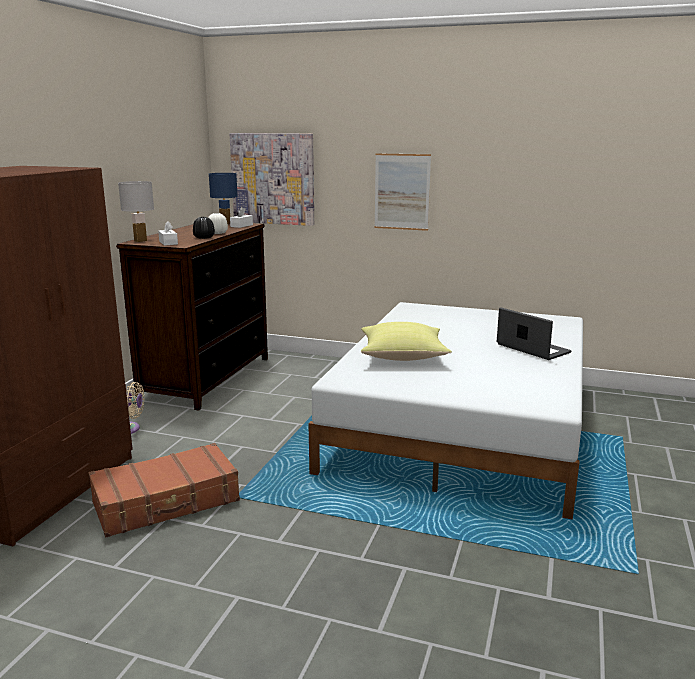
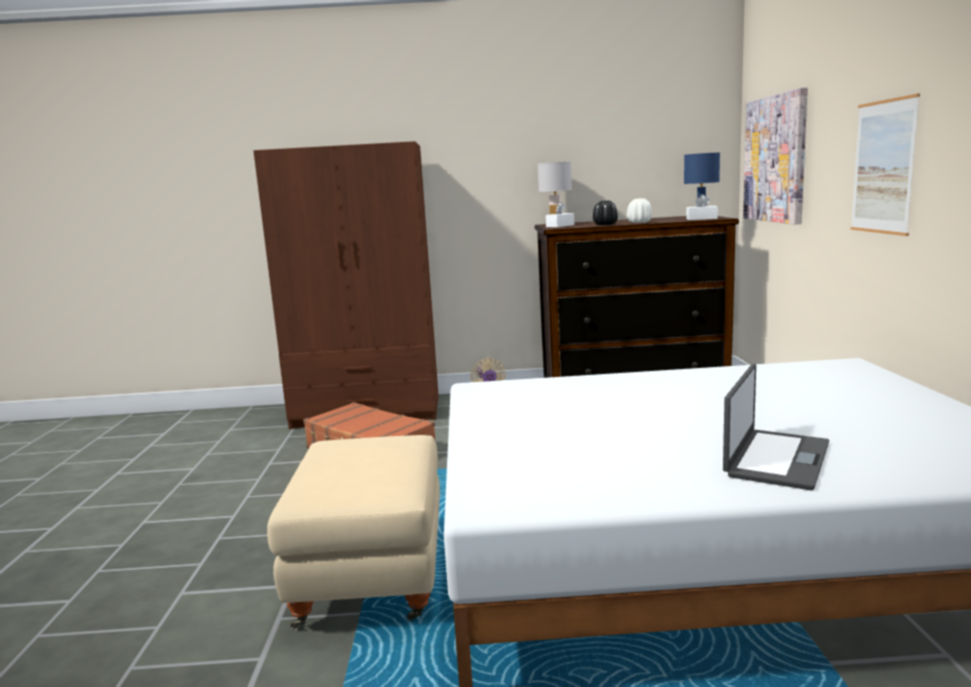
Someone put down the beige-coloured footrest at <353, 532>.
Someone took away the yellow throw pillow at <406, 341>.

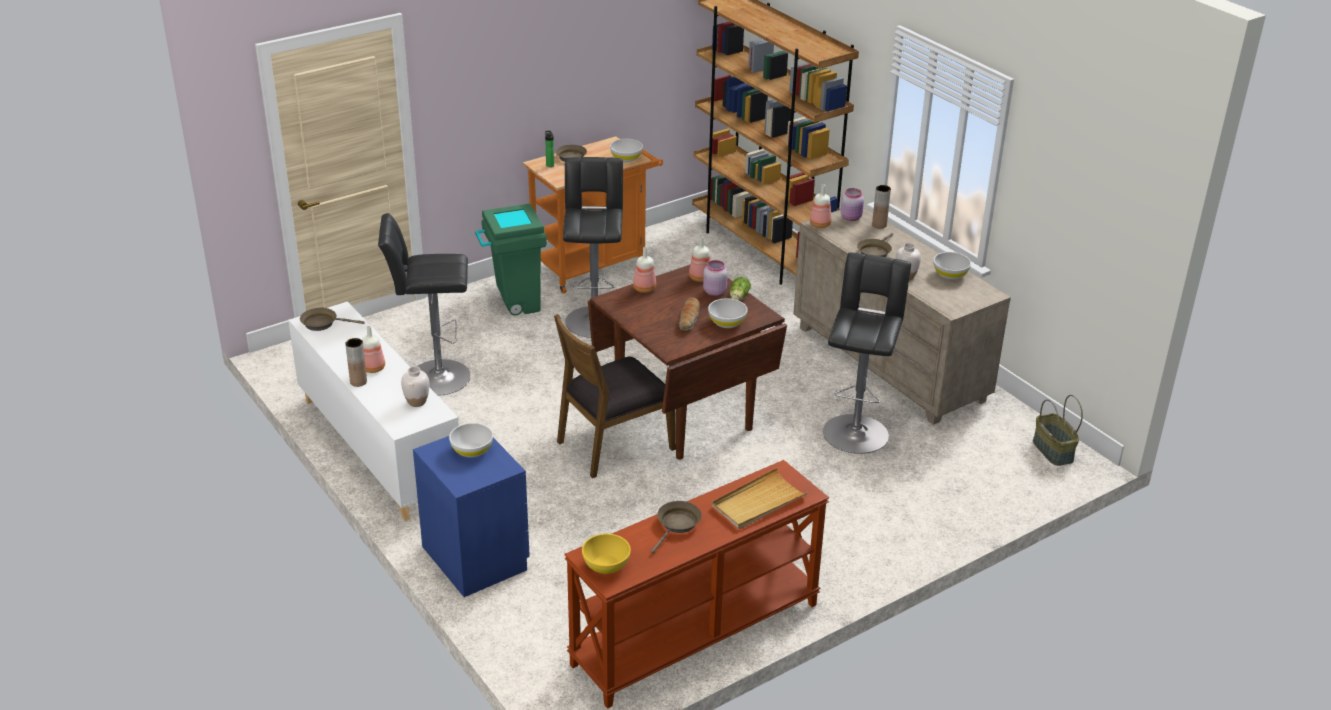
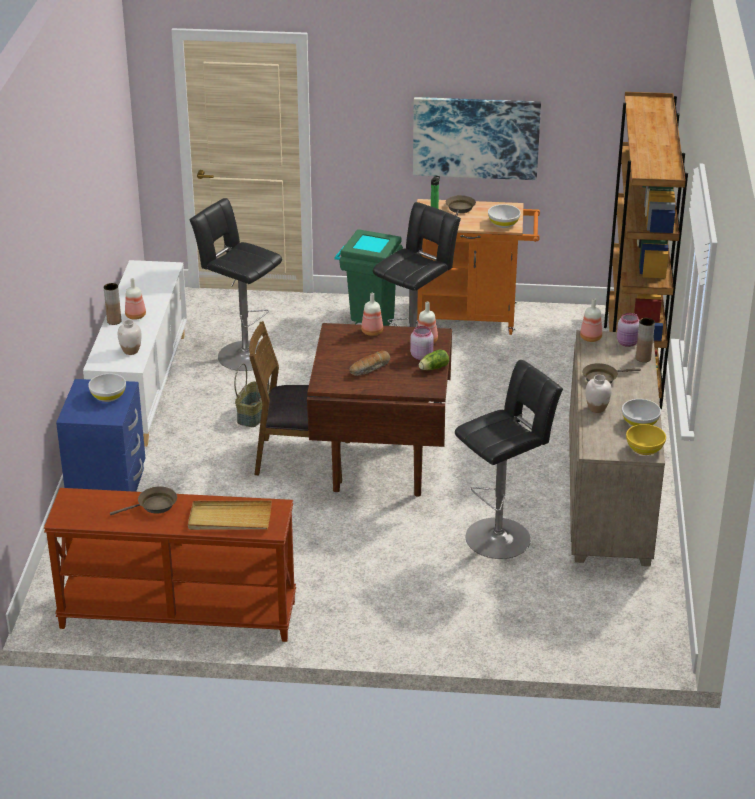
Someone carried the storage basket from <1058, 430> to <252, 395>.
Someone put up the wall picture at <477, 138>.
Someone carried the yellow bowl from <606, 554> to <646, 439>.
Someone took away the brownish pan at <332, 319>.
Someone took away the white-coloured bowl at <728, 313>.

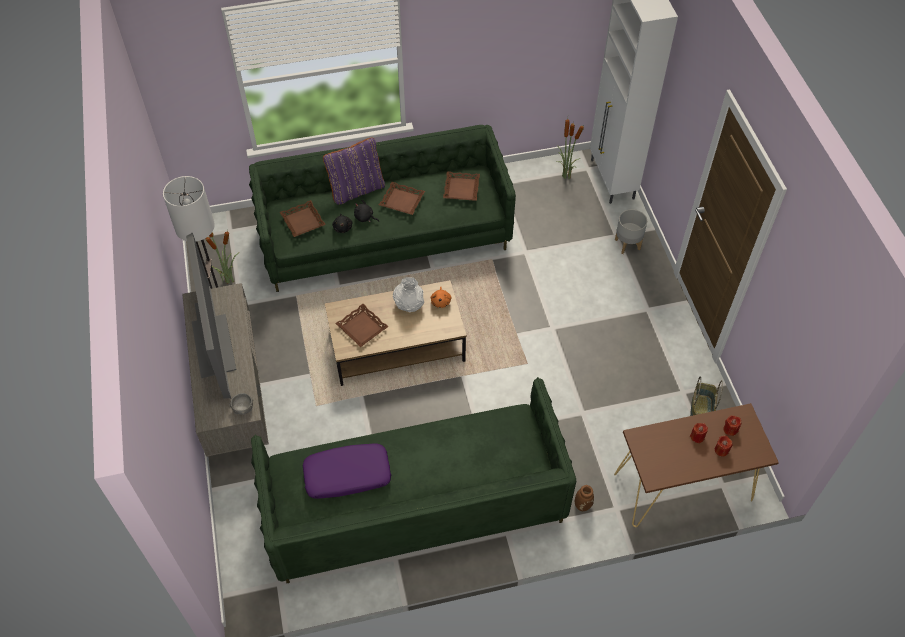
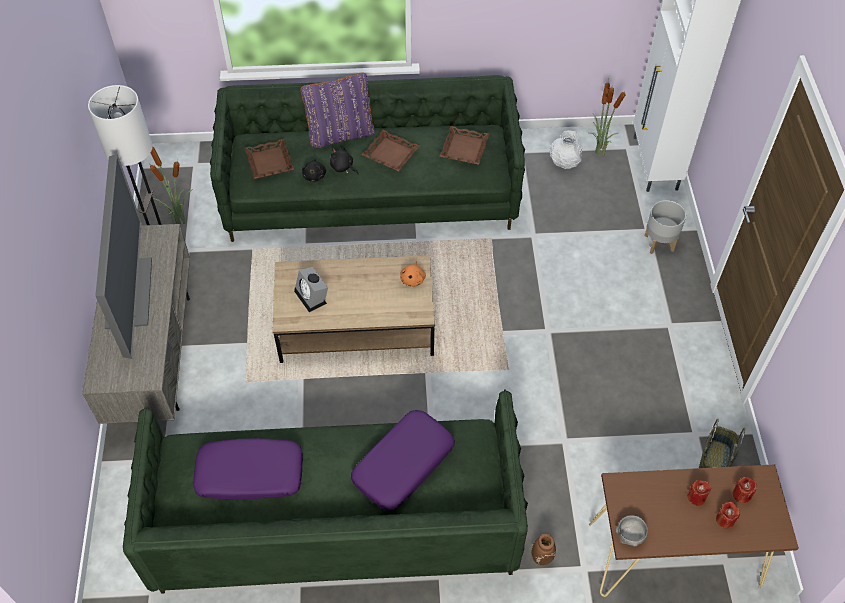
Someone swapped the brownish serving tray at <361, 325> for the alarm clock at <311, 289>.
Someone put down the purple-coloured throw pillow at <403, 460>.
Someone carried the white-coloured decorative vase from <408, 294> to <565, 149>.
Someone carried the grey bowl from <241, 404> to <631, 531>.

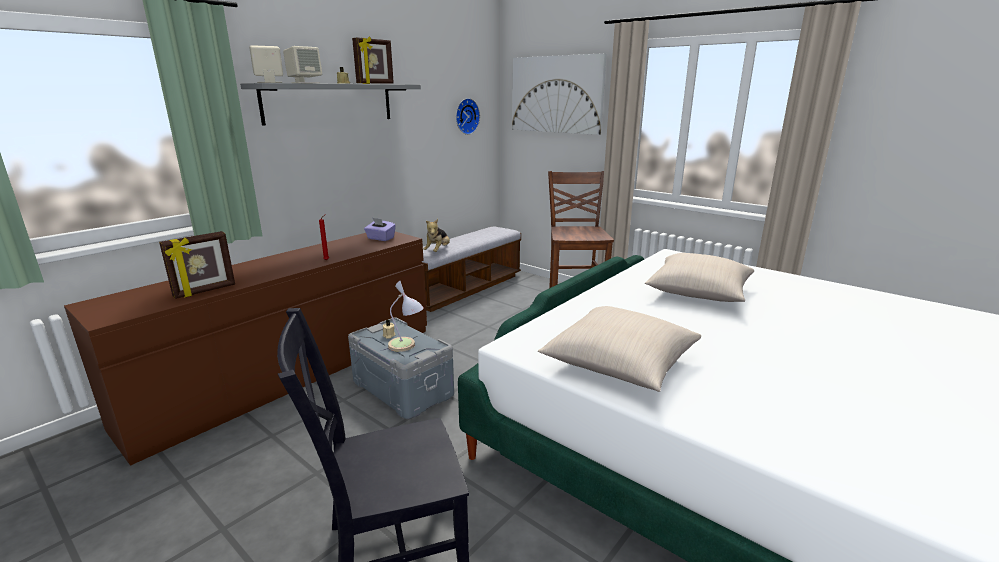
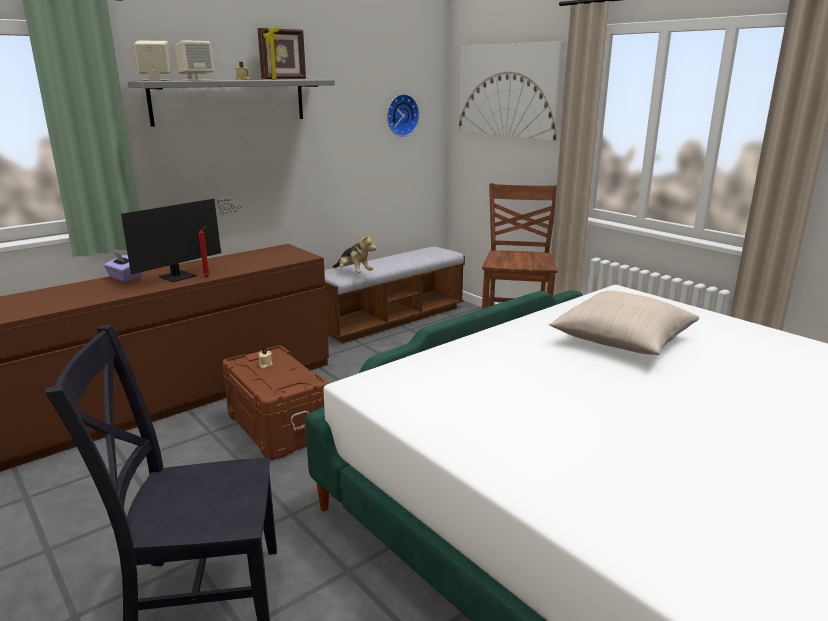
Someone carried the purple-coloured box of tissues from <380, 229> to <123, 267>.
Someone put down the computer display at <181, 240>.
Someone repainted the grey storage bin at <401, 368>, which became the brownish storage bin at <275, 402>.
Someone rotated the soft toy at <436, 235> by 75 degrees counterclockwise.
Someone took away the photo frame at <197, 265>.
Someone took away the tabletop lamp at <406, 316>.
Someone took away the beige-coloured throw pillow at <619, 349>.

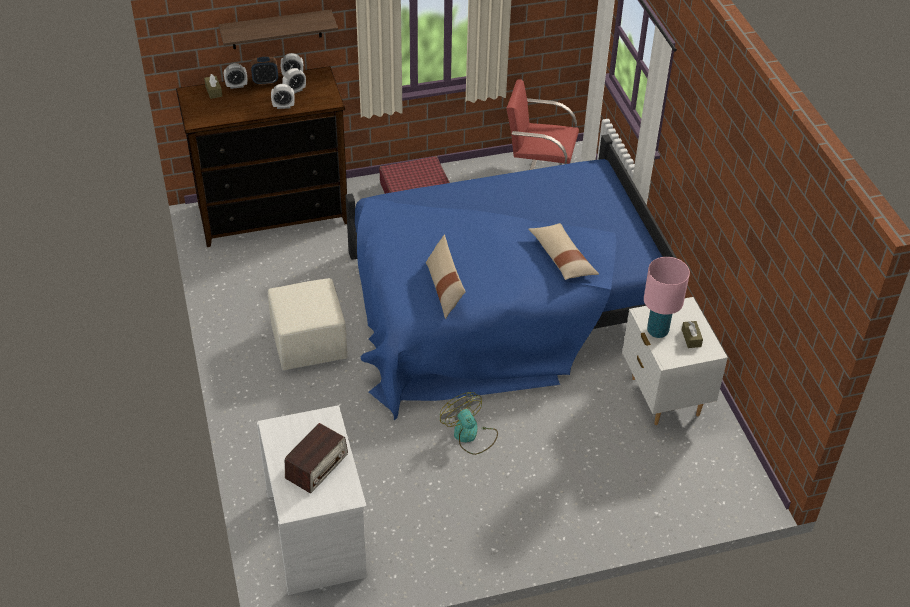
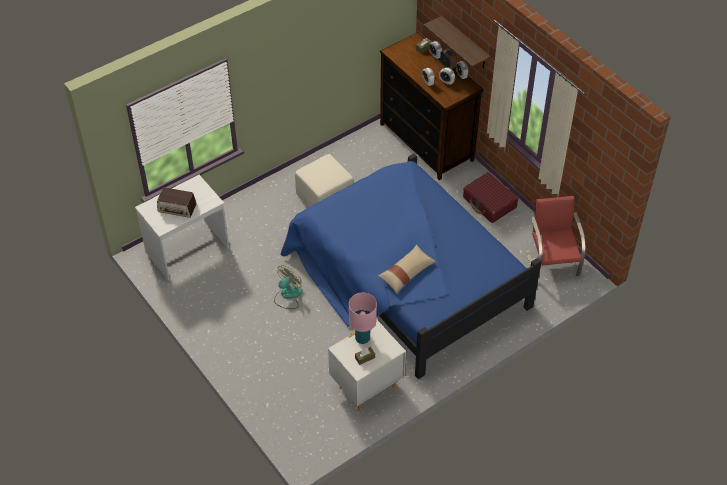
Someone took away the beige-coloured throw pillow at <446, 277>.

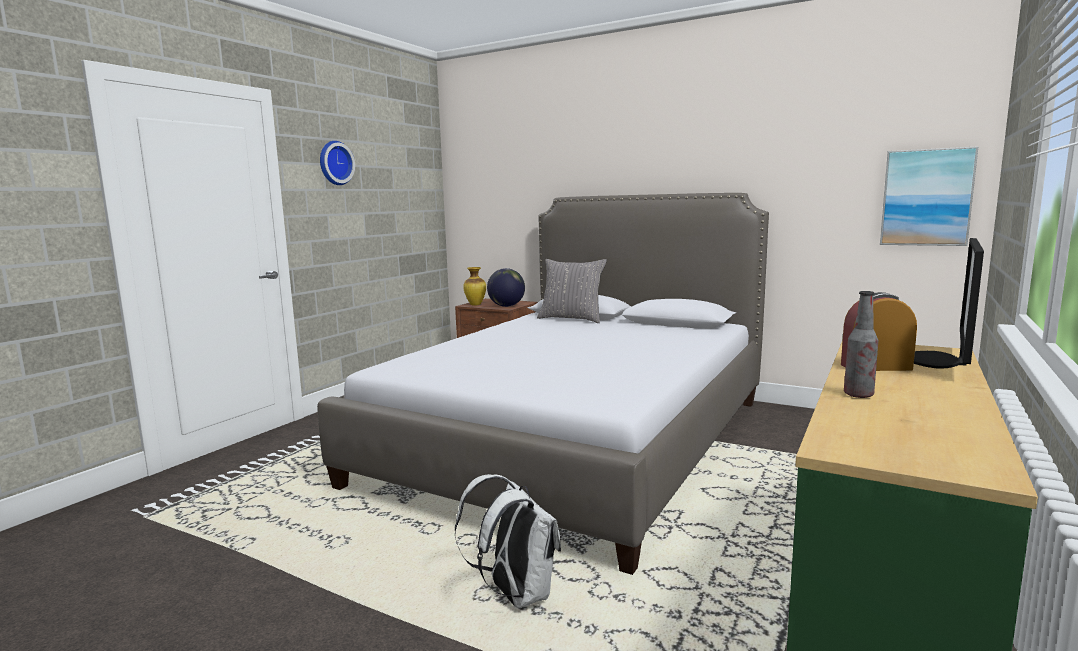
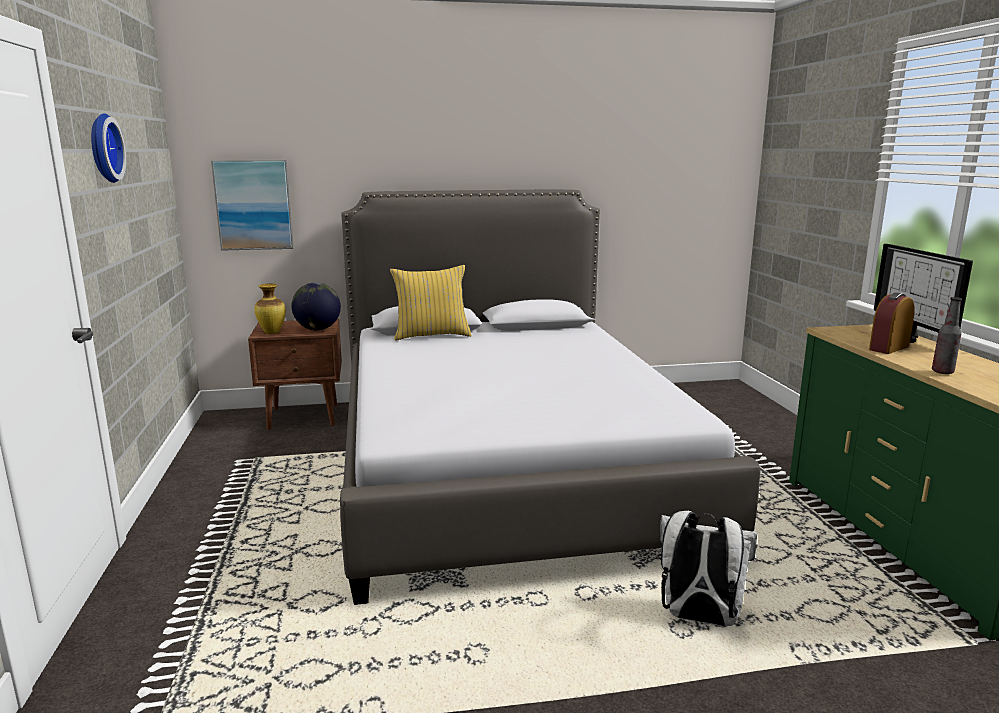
Someone carried the wall picture from <929, 196> to <252, 205>.
Someone repainted the grey throw pillow at <572, 291>, which became the yellow throw pillow at <431, 302>.

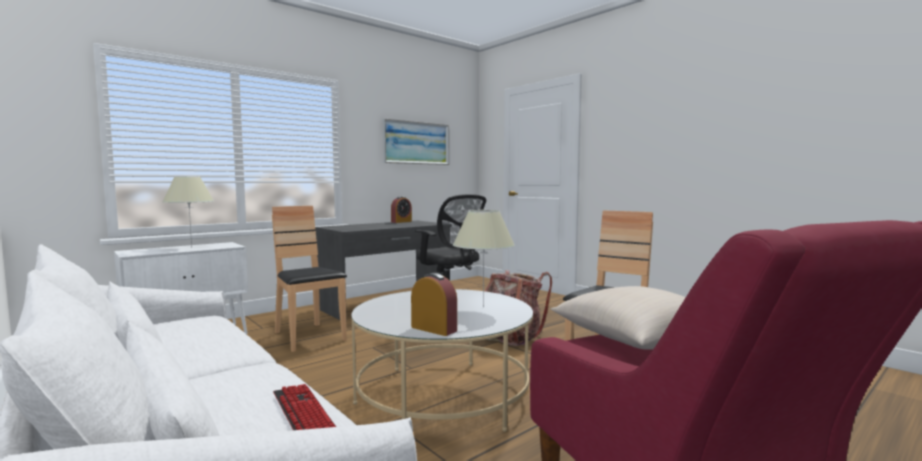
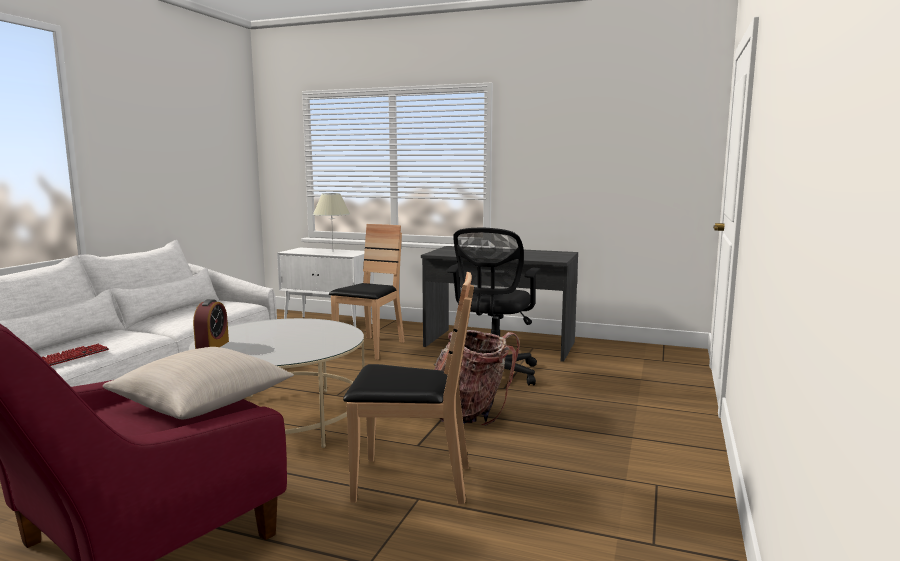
Someone took away the wall picture at <416, 142>.
Someone took away the alarm clock at <401, 209>.
Someone took away the beige-coloured tabletop lamp at <484, 259>.

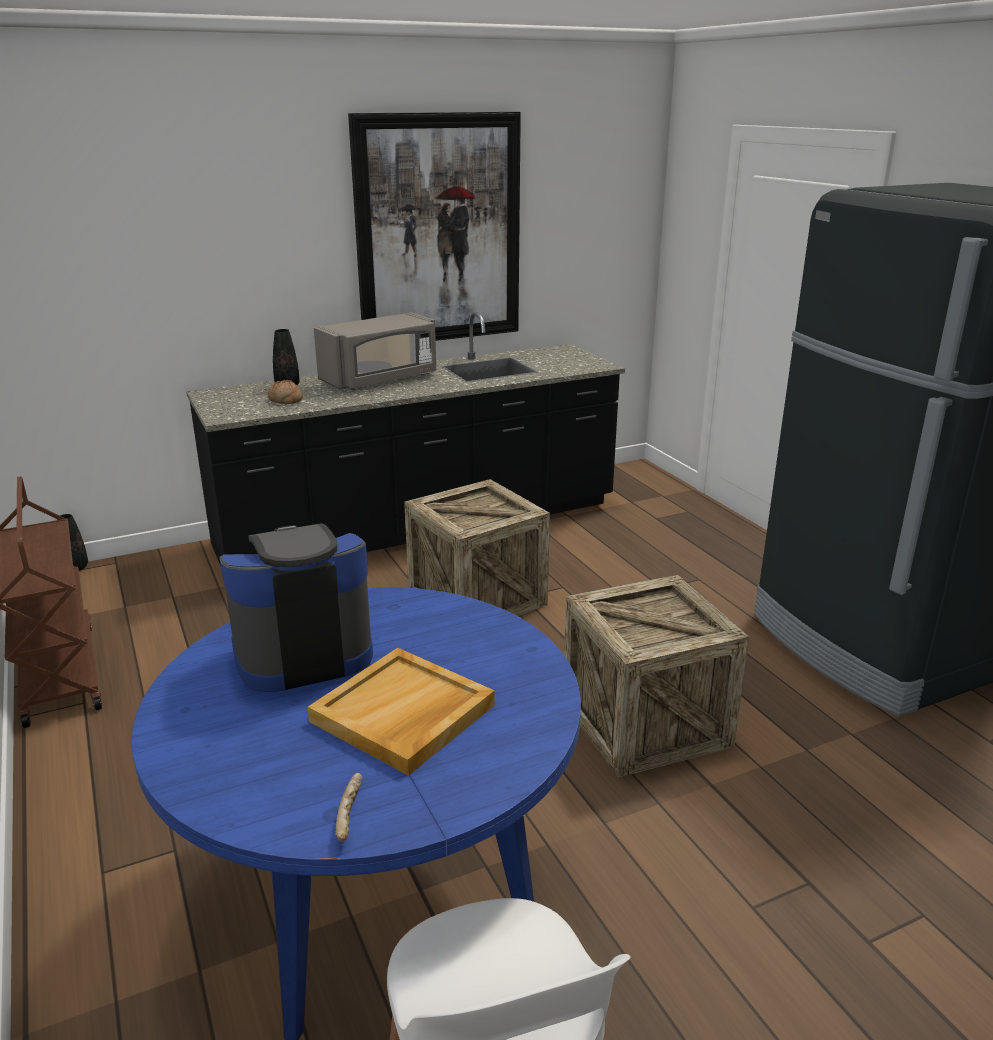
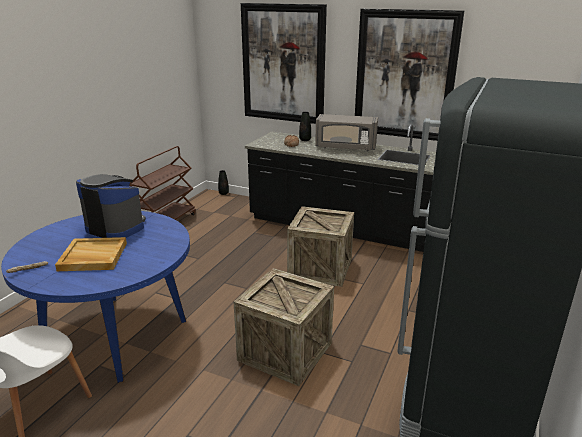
Someone put up the wall picture at <284, 63>.

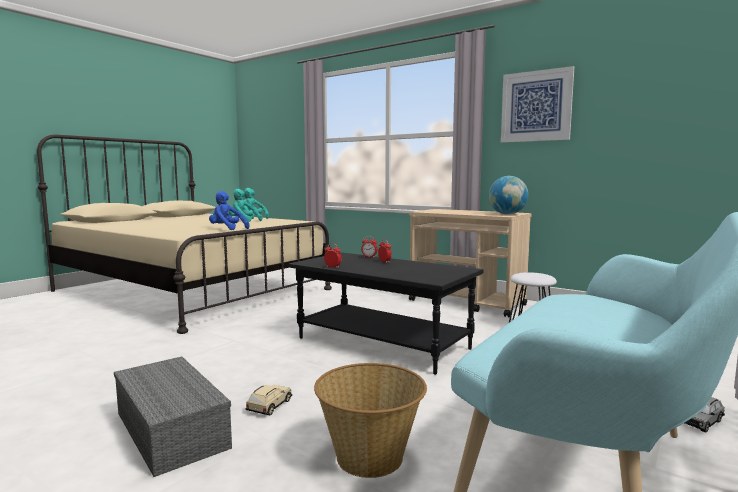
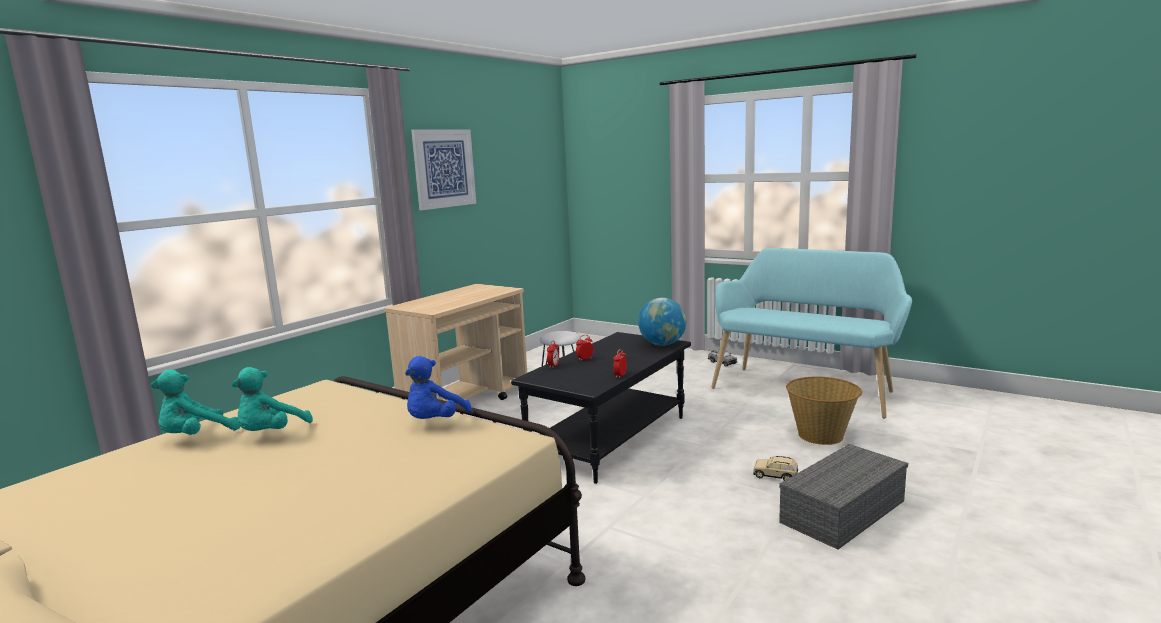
Someone carried the desk globe from <508, 195> to <662, 322>.

